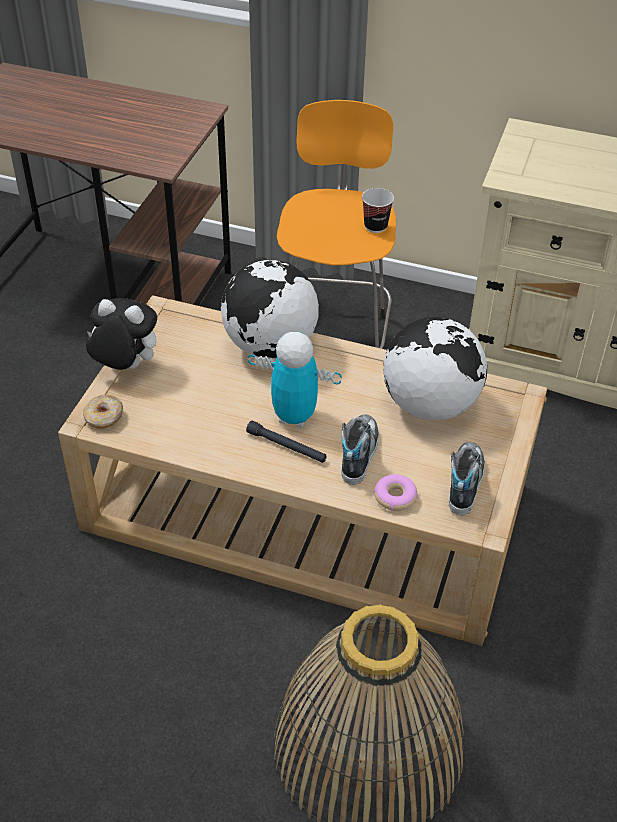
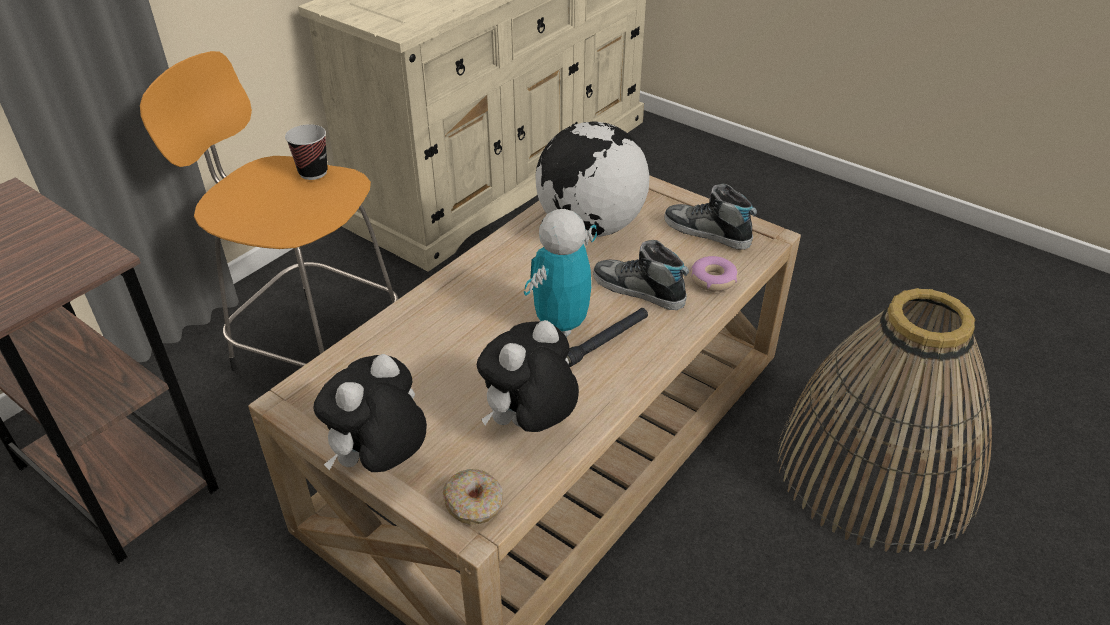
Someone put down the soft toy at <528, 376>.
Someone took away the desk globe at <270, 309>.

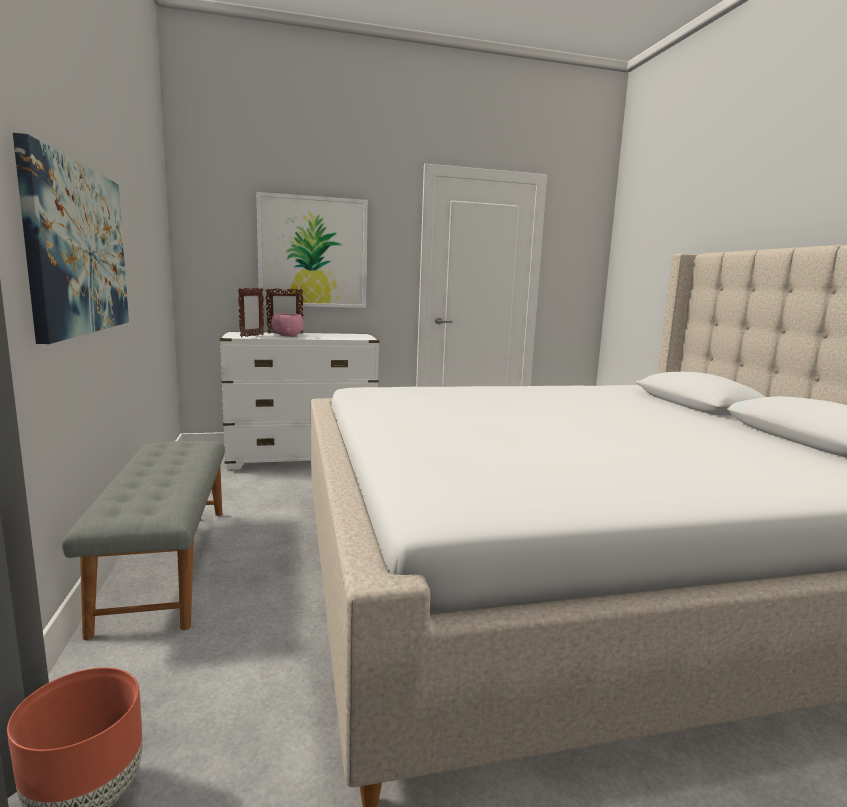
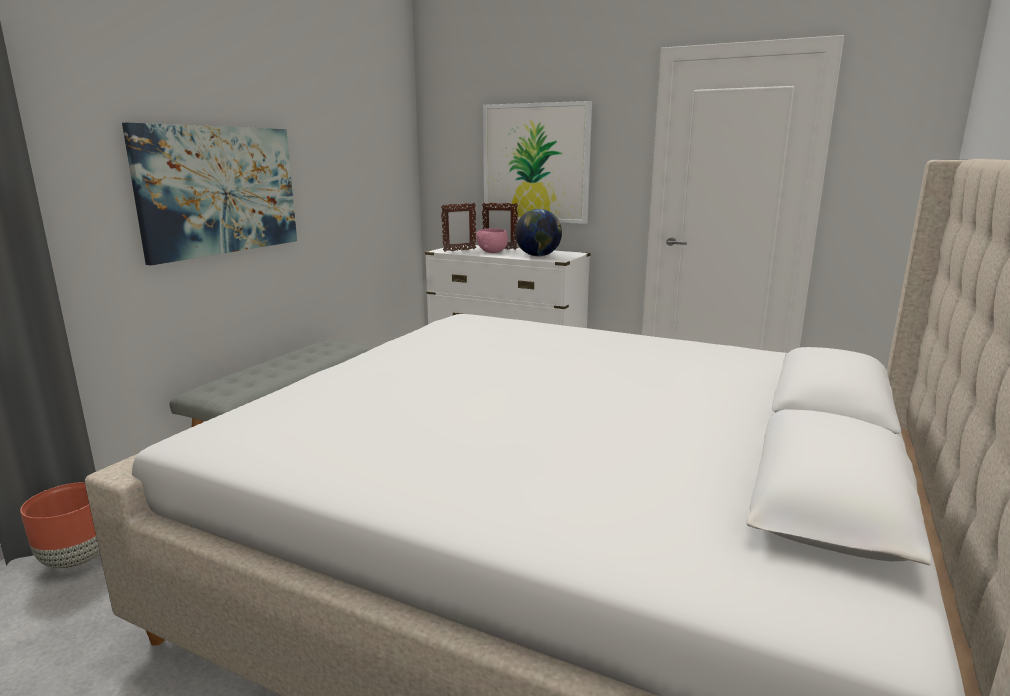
Someone put down the desk globe at <538, 232>.

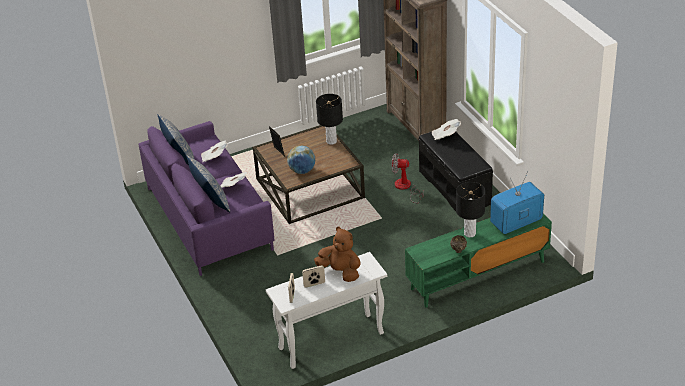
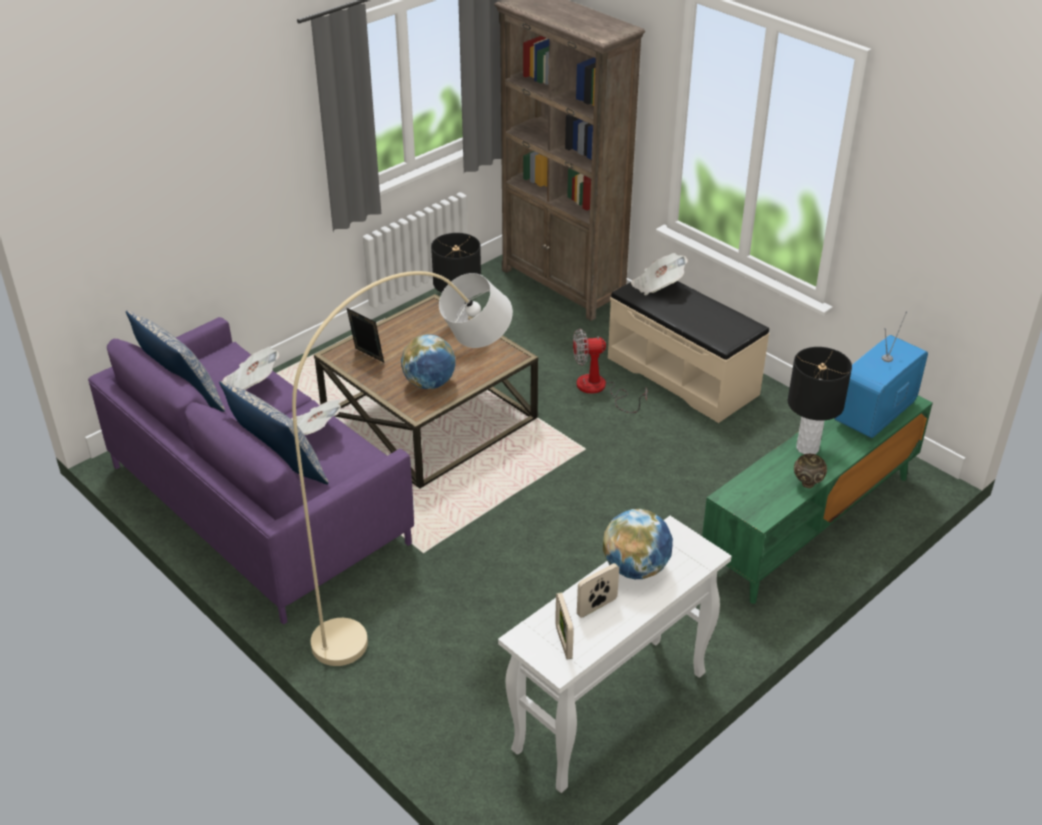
Someone put down the beige-coloured floor lamp at <402, 468>.
Someone swapped the brownish soft toy at <337, 254> for the desk globe at <638, 544>.
Someone repainted the blackish indoor bench at <455, 171>, which became the beige-coloured indoor bench at <688, 352>.

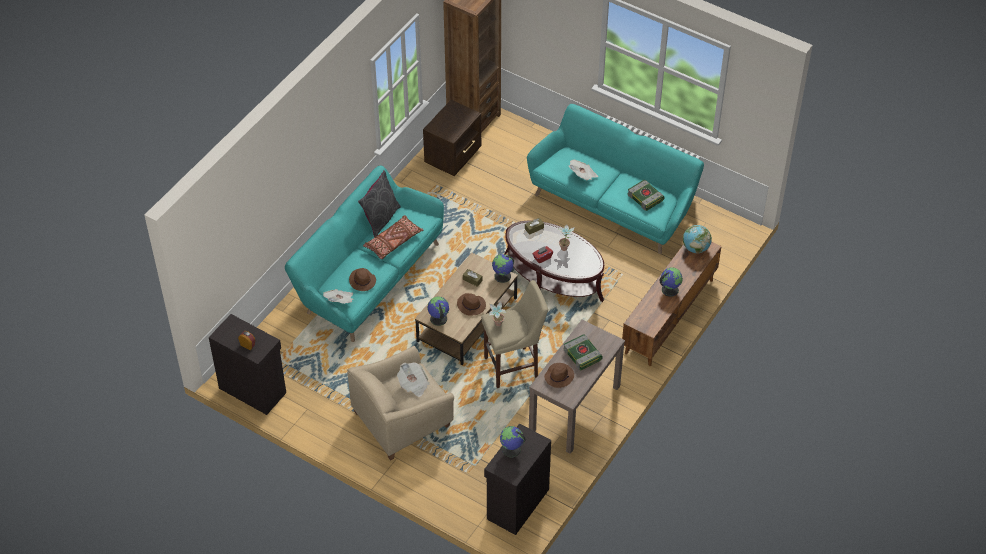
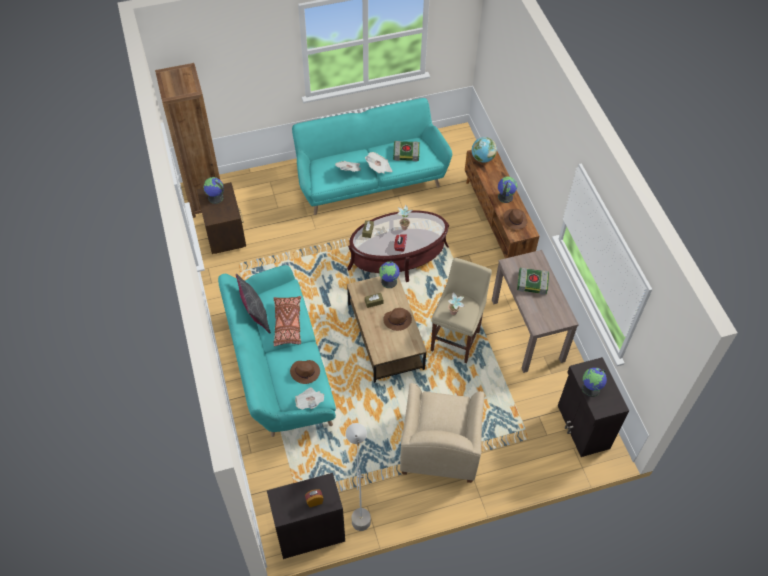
Someone carried the desk globe from <438, 311> to <213, 190>.
Someone put down the grey floor lamp at <358, 477>.
Someone carried the newspaper from <413, 379> to <378, 163>.
Someone carried the brownish hat from <559, 375> to <515, 219>.

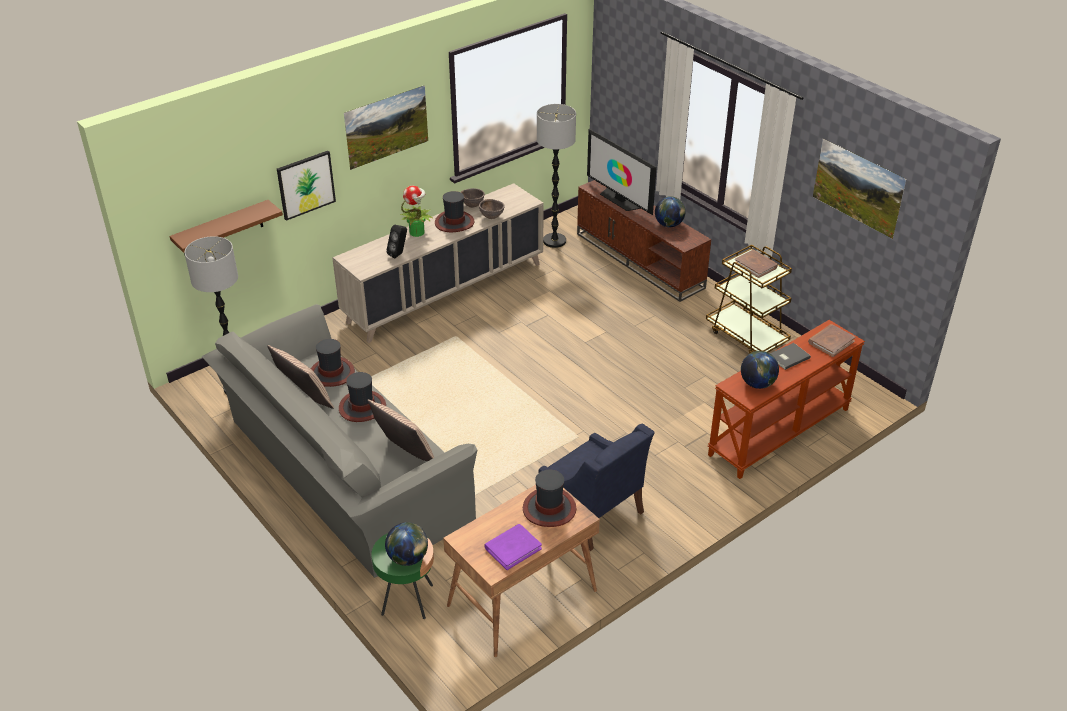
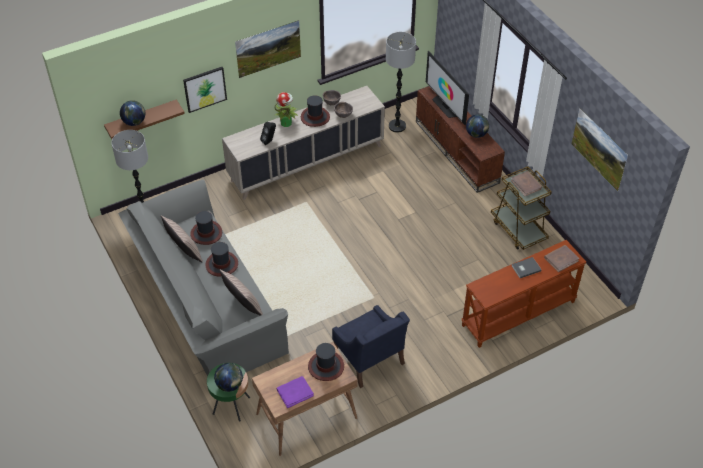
Someone carried the desk globe from <760, 370> to <132, 113>.

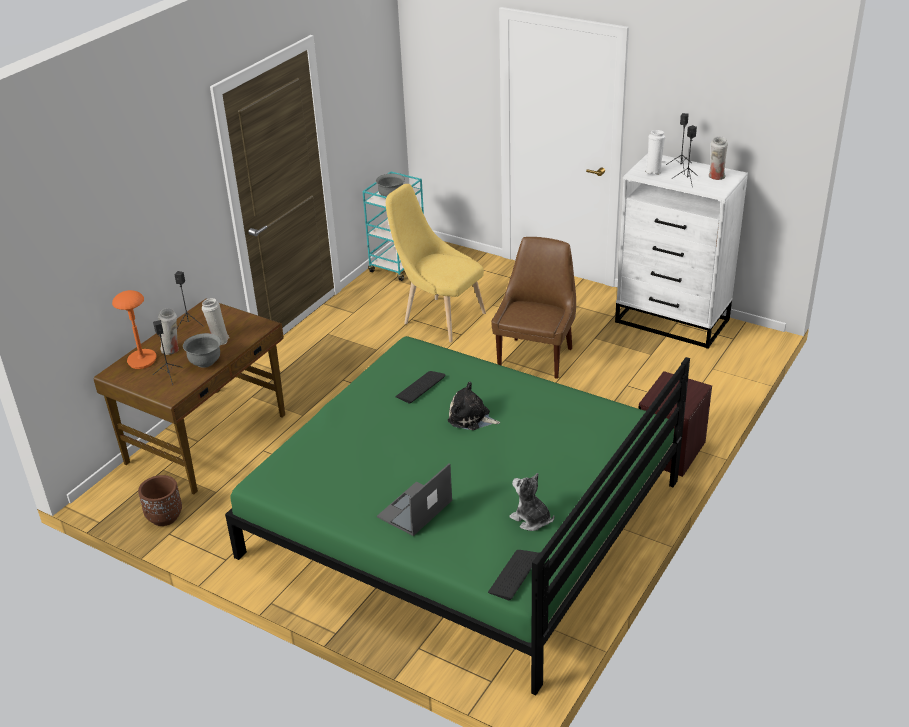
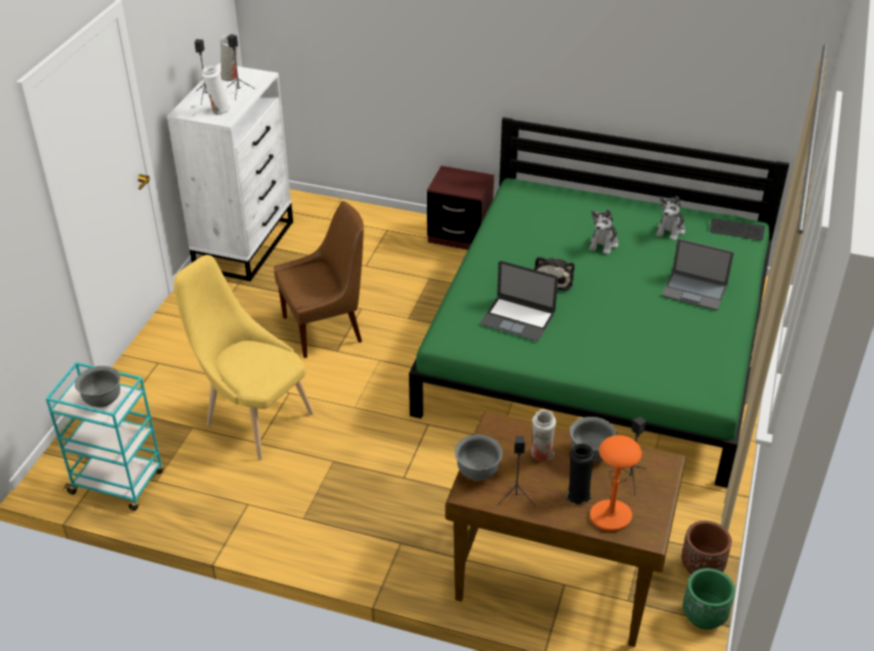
Someone rotated the yellow upright chair at <436, 263> by 105 degrees clockwise.
Someone rotated the brownish upright chair at <533, 308> by 150 degrees clockwise.
Someone put down the grey bowl at <479, 457>.
Someone swapped the keyboard at <420, 387> for the portable computer at <519, 301>.
Someone repainted the white-coloured decorative vase at <168, 331>, which became the blackish decorative vase at <580, 474>.
Someone put down the soft toy at <603, 232>.
Someone put down the greenish planter at <709, 599>.

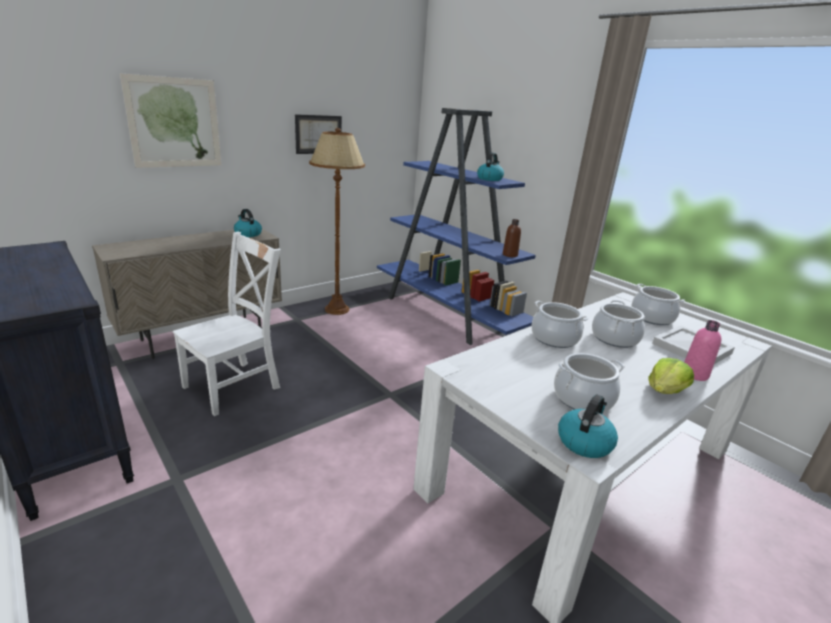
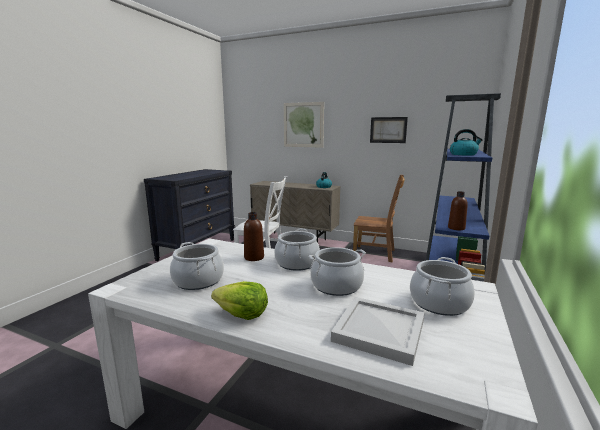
Someone put down the brownish drink bottle at <254, 236>.
Someone swapped the brownish floor lamp at <337, 221> for the brownish upright chair at <379, 218>.
Someone took away the tea kettle at <588, 426>.
Someone took away the pink drink bottle at <702, 350>.

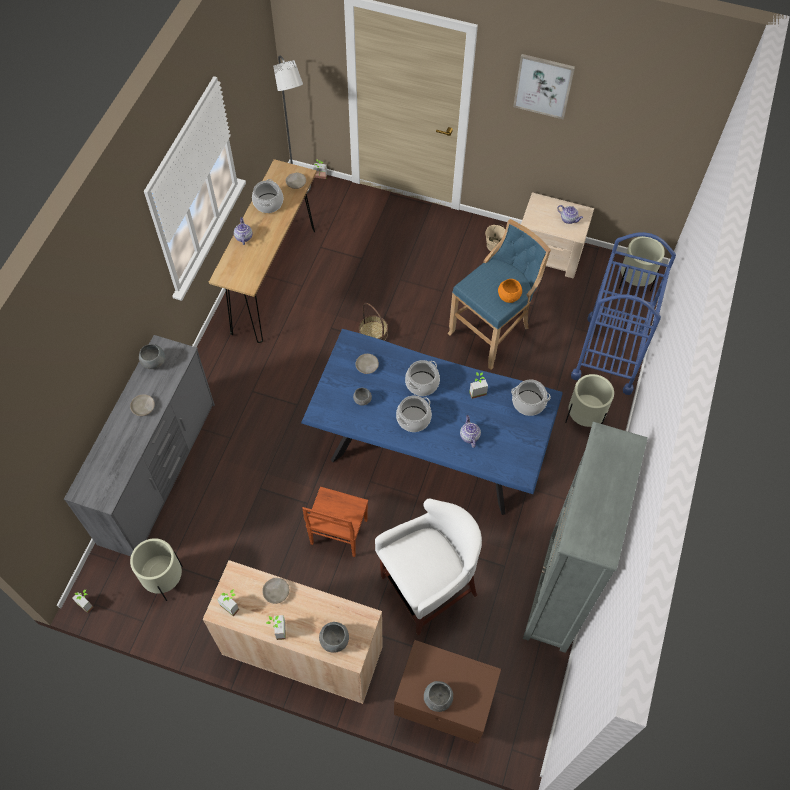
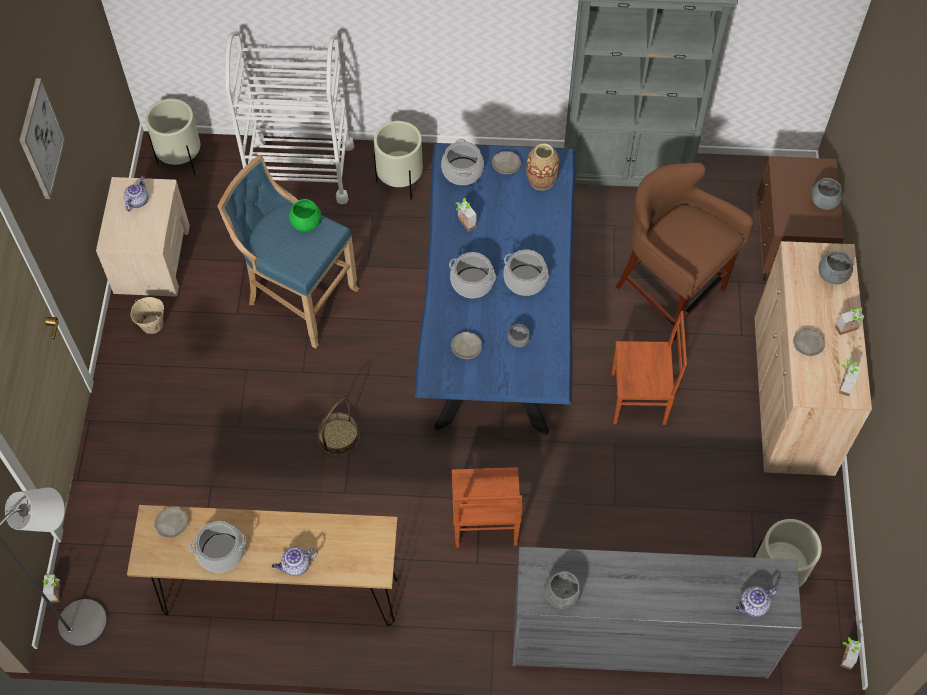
Someone repainted the blue-coloured cart at <623, 313>, which became the white-coloured cart at <289, 117>.
Someone repainted the orangey bowl at <510, 291>, which became the greenish bowl at <305, 215>.
Someone put down the brownish upright chair at <487, 507>.
Someone carried the beige-coloured flat dish from <142, 405> to <506, 162>.
Someone put down the decorative vase at <543, 166>.
Someone repainted the white-coloured sitting stool at <428, 566>, which became the brownish sitting stool at <684, 252>.
Someone carried the pot for tea from <470, 431> to <757, 601>.

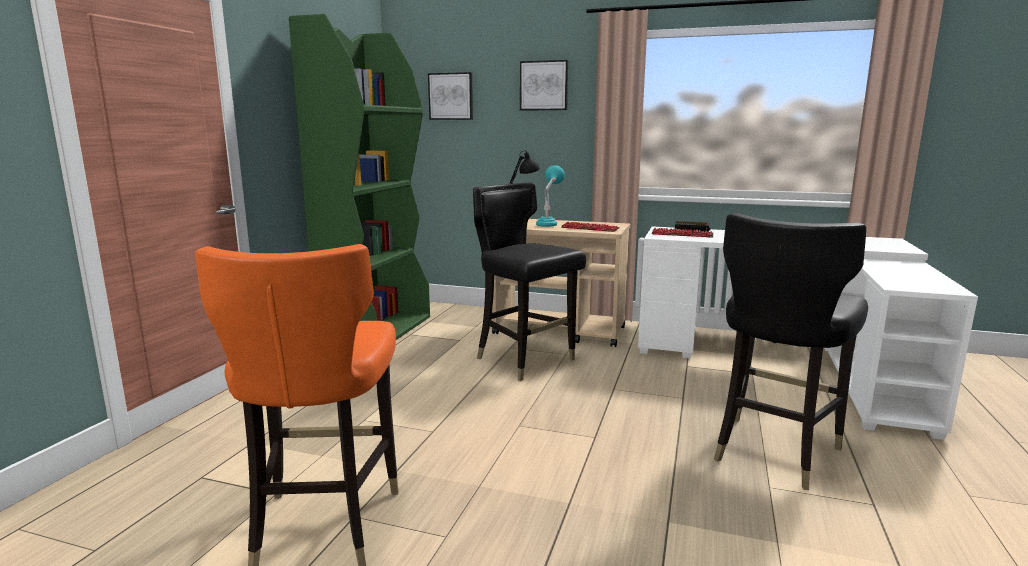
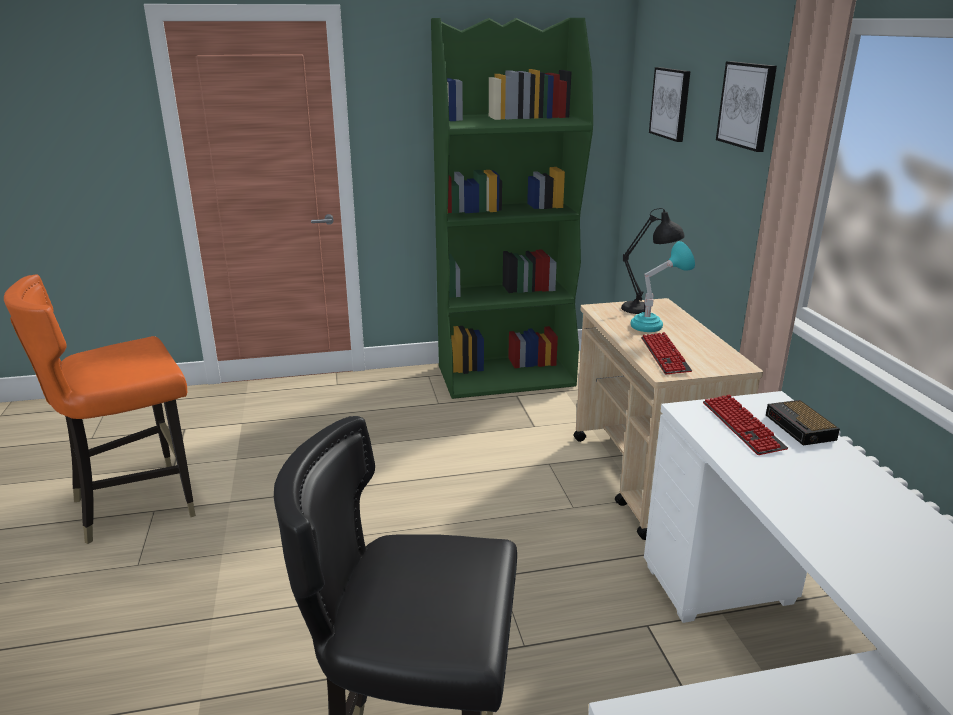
Someone took away the blackish upright chair at <529, 282>.

